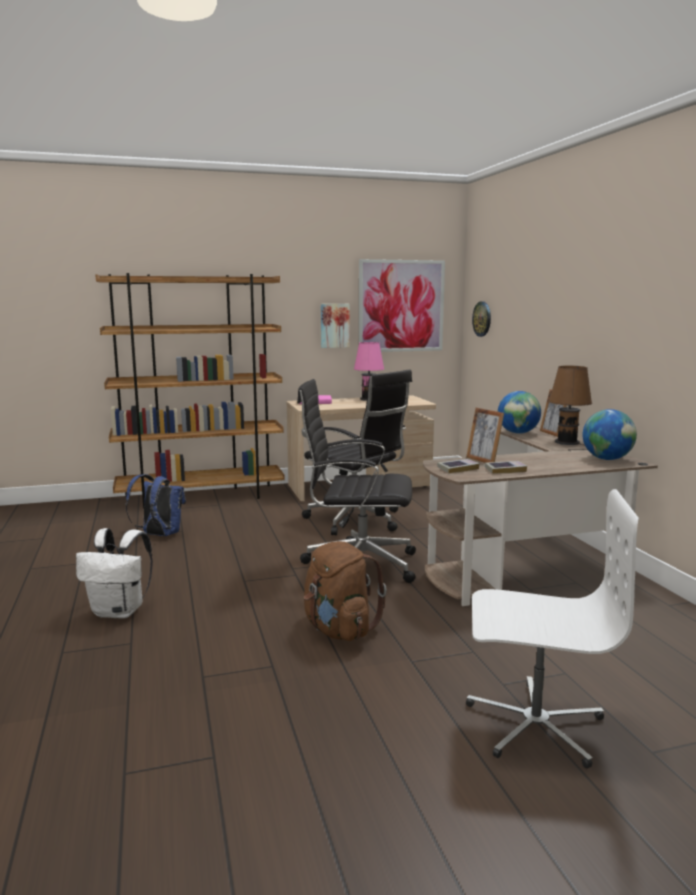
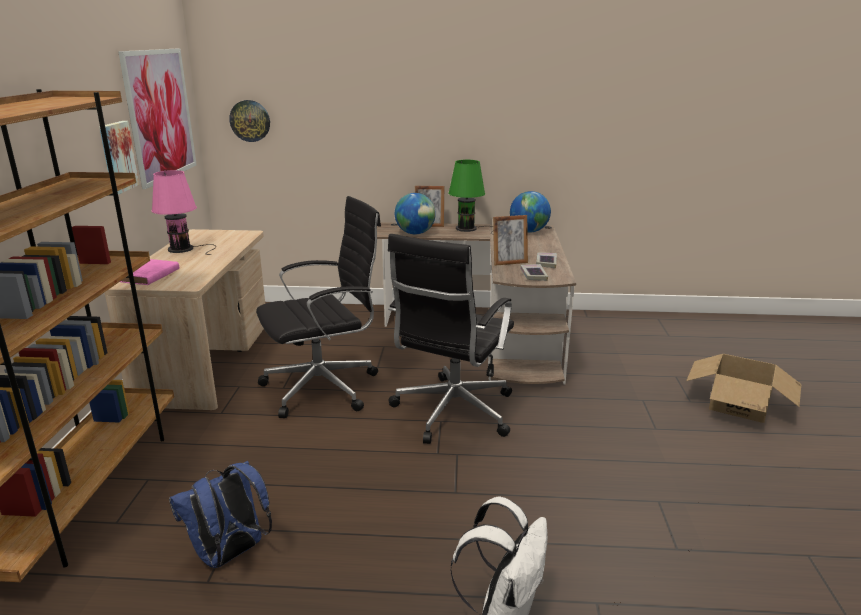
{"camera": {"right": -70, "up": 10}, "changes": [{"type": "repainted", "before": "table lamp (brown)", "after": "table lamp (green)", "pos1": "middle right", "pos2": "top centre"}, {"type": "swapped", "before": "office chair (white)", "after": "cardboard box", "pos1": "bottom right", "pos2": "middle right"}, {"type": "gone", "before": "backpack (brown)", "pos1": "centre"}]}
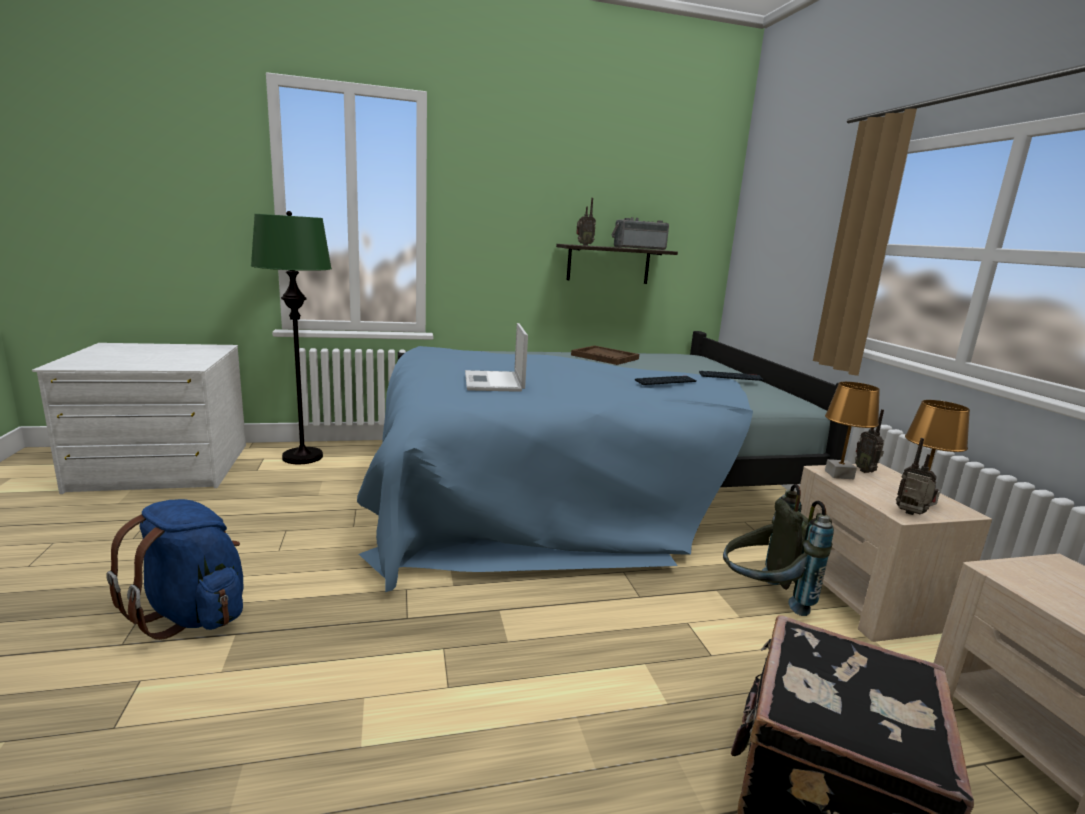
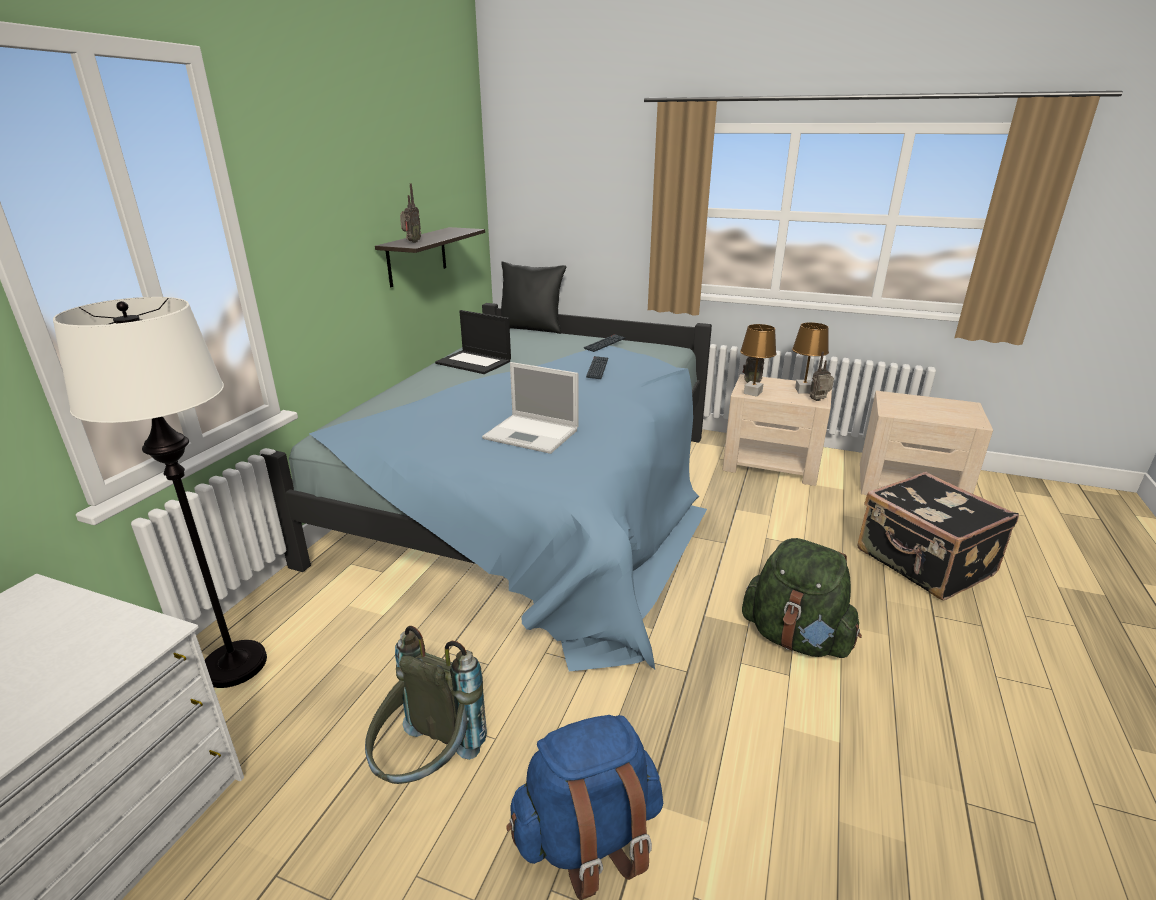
{"camera": {"right": -55, "up": 10}, "changes": [{"type": "repainted", "before": "floor lamp (green)", "after": "floor lamp (white)", "pos1": "middle left", "pos2": "middle left"}, {"type": "gone", "before": "radio (no. 2 from left)", "pos1": "top centre"}, {"type": "swapped", "before": "tray (brown)", "after": "laptop (no. 1 from left)", "pos1": "centre", "pos2": "centre"}, {"type": "shifted", "before": "backpack (grey)", "pos1": "bottom right", "pos2": "bottom centre"}, {"type": "new", "after": "pillow (black)", "pos2": "top centre"}, {"type": "new", "after": "backpack (green)", "pos2": "middle right"}]}
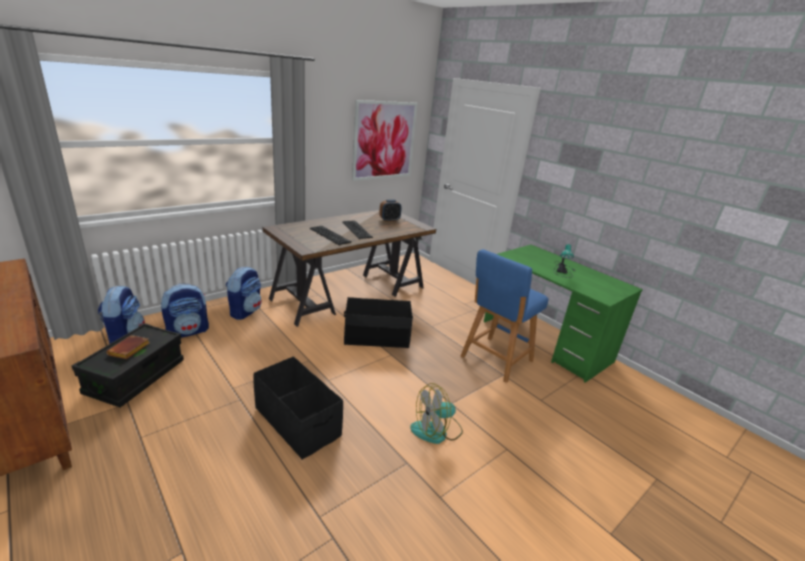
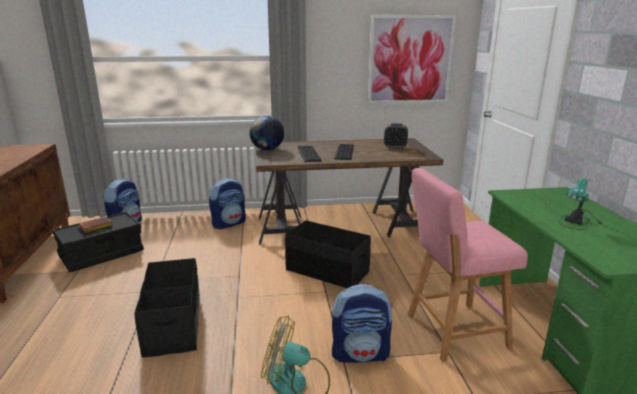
{"camera": {"right": 35, "up": -5}, "changes": [{"type": "repainted", "before": "stool (blue)", "after": "stool (pink)", "pos1": "centre", "pos2": "bottom right"}, {"type": "shifted", "before": "backpack (no. 2 from left in the first image)", "after": "backpack (no. 3 from left)", "pos1": "middle left", "pos2": "bottom centre"}, {"type": "new", "after": "globe", "pos2": "centre"}]}
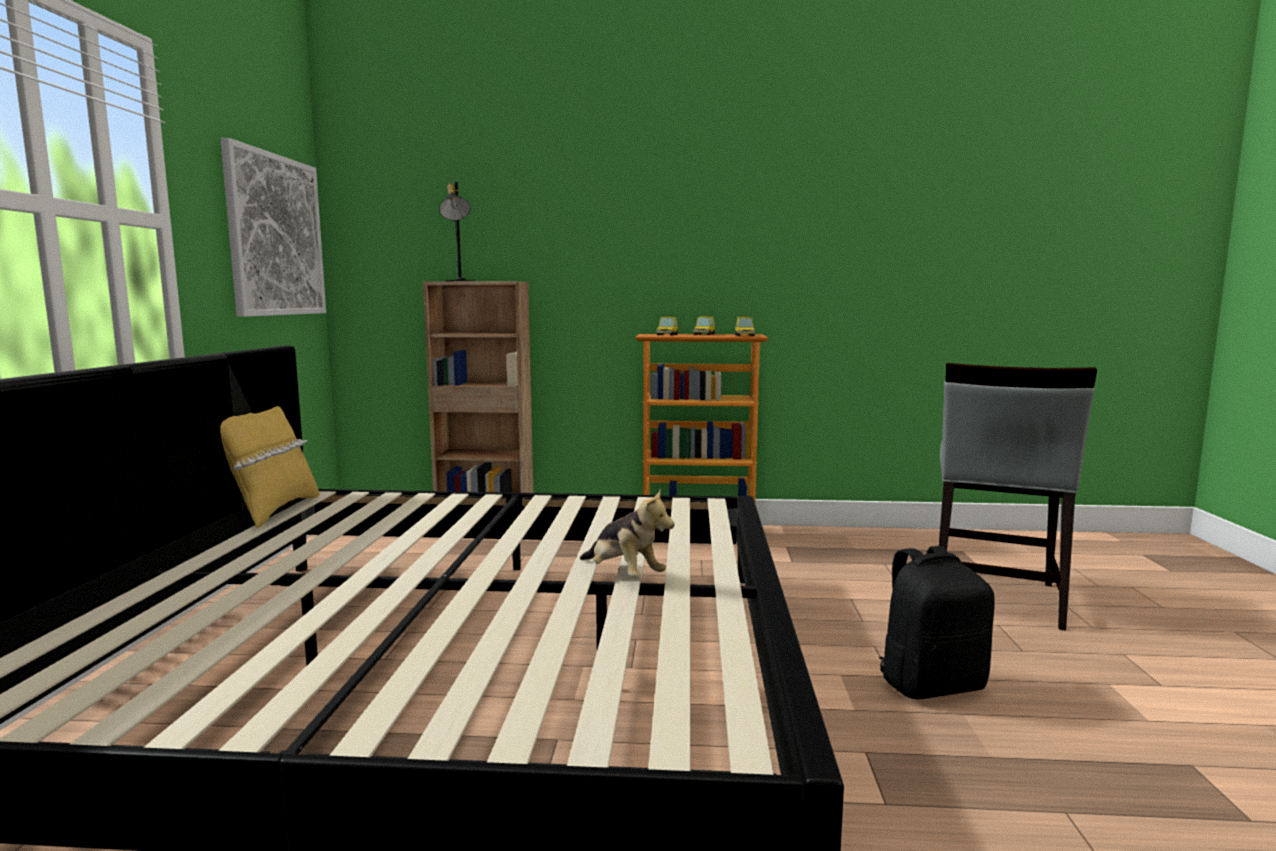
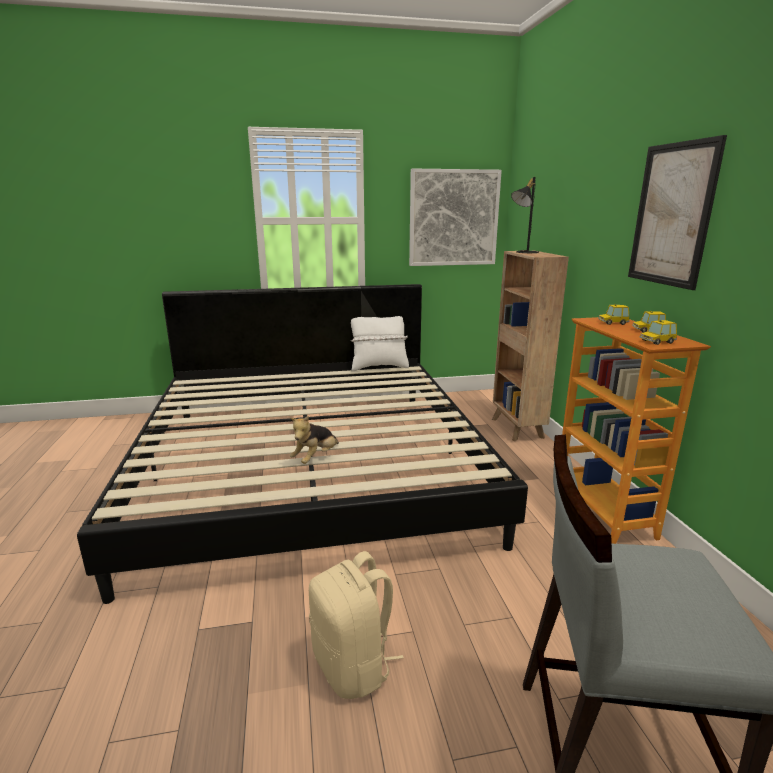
{"camera": {"right": 75, "up": 10}, "changes": [{"type": "repainted", "before": "pillow (yellow)", "after": "pillow (white)", "pos1": "middle left", "pos2": "centre"}, {"type": "repainted", "before": "backpack (black)", "after": "backpack (beige)", "pos1": "bottom right", "pos2": "bottom centre"}, {"type": "new", "after": "picture (no. 2 from left)", "pos2": "top right"}]}
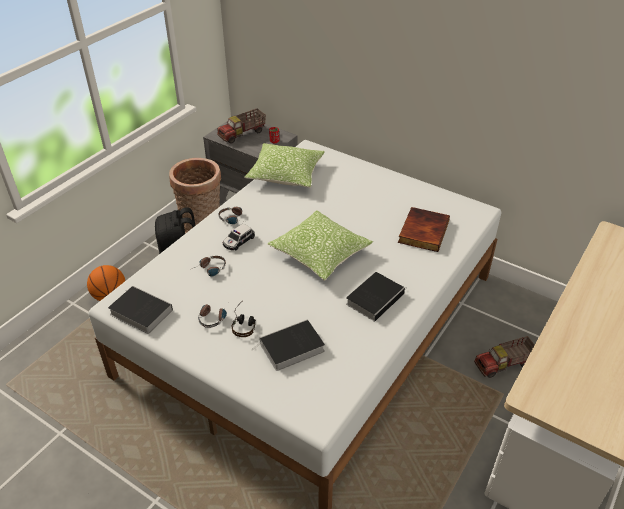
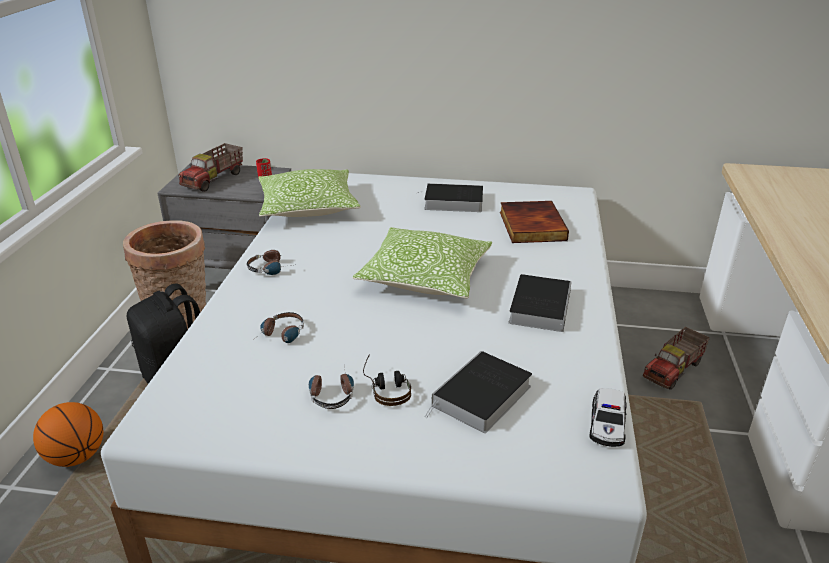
{"camera": {"right": -25, "up": -10}, "changes": [{"type": "shifted", "before": "toy car", "pos1": "centre", "pos2": "bottom right"}, {"type": "shifted", "before": "book (no. 1 from left)", "pos1": "middle left", "pos2": "centre"}]}
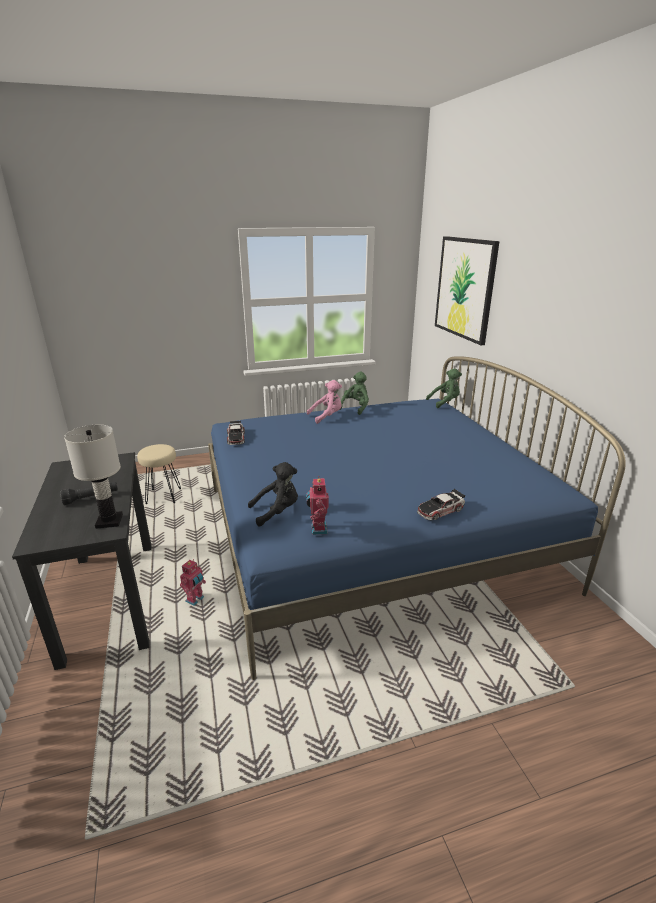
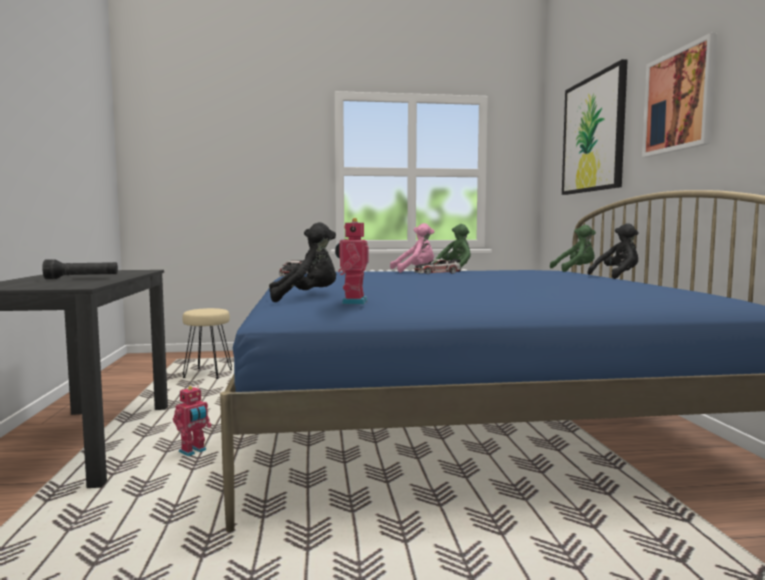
{"camera": {"right": 10, "up": -20}, "changes": [{"type": "gone", "before": "table lamp (white)", "pos1": "middle left"}, {"type": "shifted", "before": "toy car (no. 2 from left)", "pos1": "middle right", "pos2": "centre"}, {"type": "new", "after": "picture (no. 2 from left)", "pos2": "top right"}, {"type": "new", "after": "plush toy (black) (no. 2 from left)", "pos2": "middle right"}]}
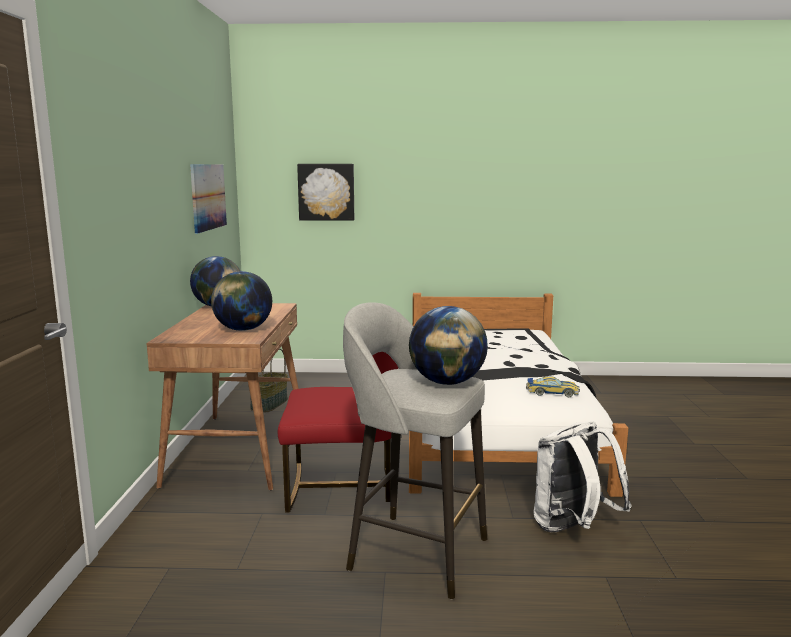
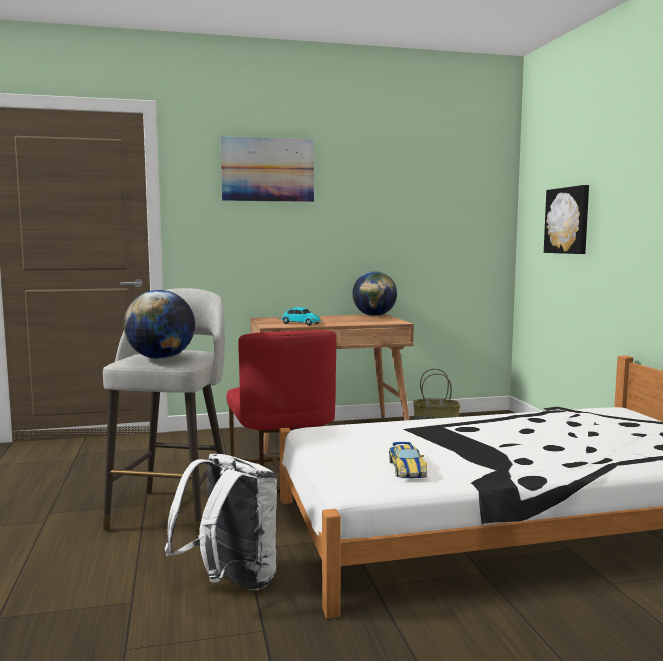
{"camera": {"right": 75, "up": -5}, "changes": [{"type": "shifted", "before": "picture (no. 1 from left)", "pos1": "top left", "pos2": "top centre"}, {"type": "swapped", "before": "globe (no. 2 from left)", "after": "toy car (no. 1 from left)", "pos1": "middle left", "pos2": "centre"}]}
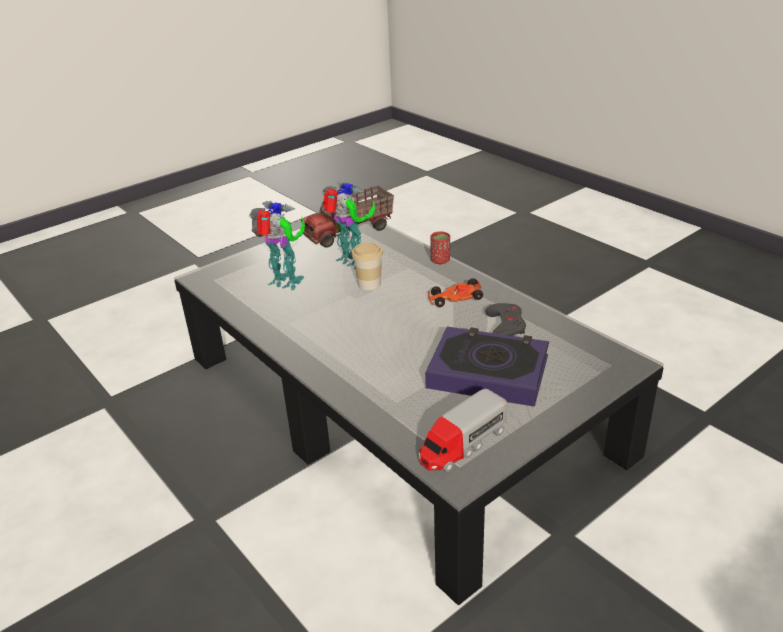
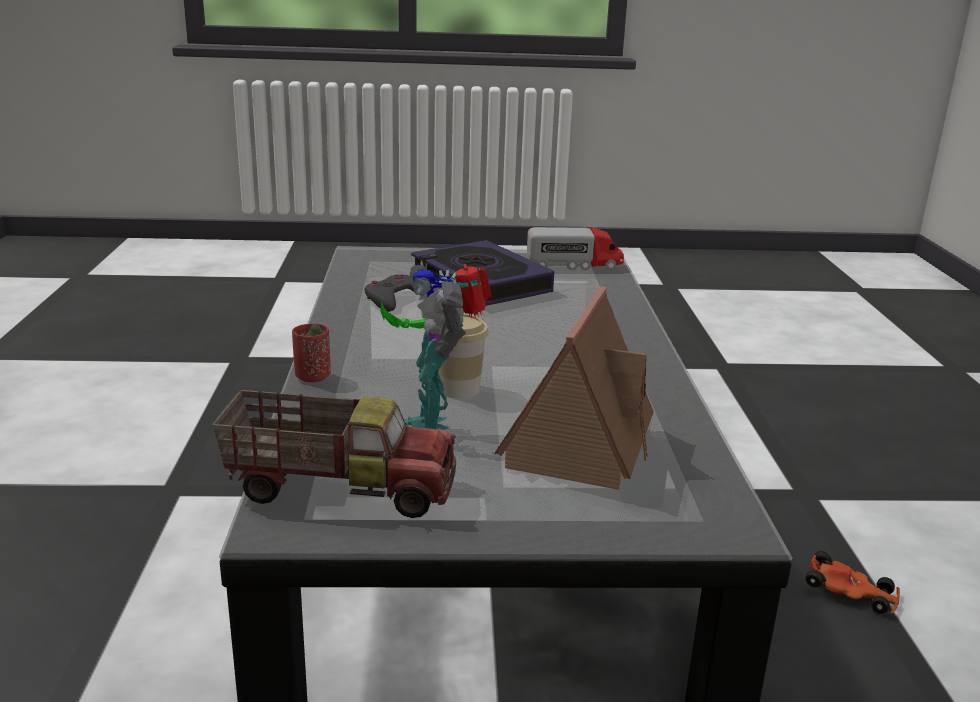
{"camera": {"right": -145, "up": -10}, "changes": [{"type": "swapped", "before": "toy robot (no. 1 from left)", "after": "toy house", "pos1": "centre", "pos2": "centre"}, {"type": "shifted", "before": "toy car", "pos1": "centre", "pos2": "bottom right"}]}
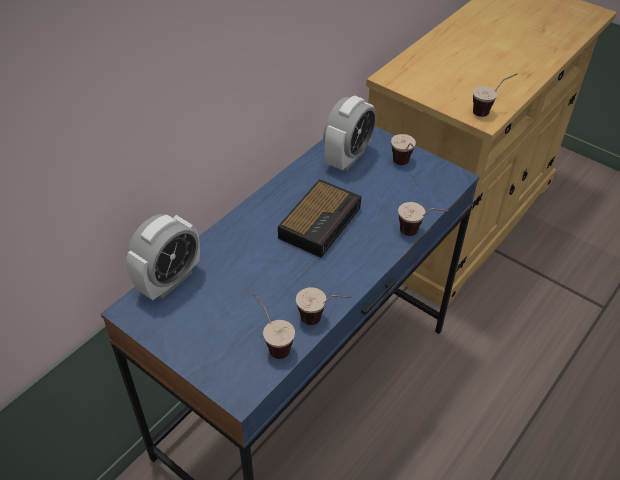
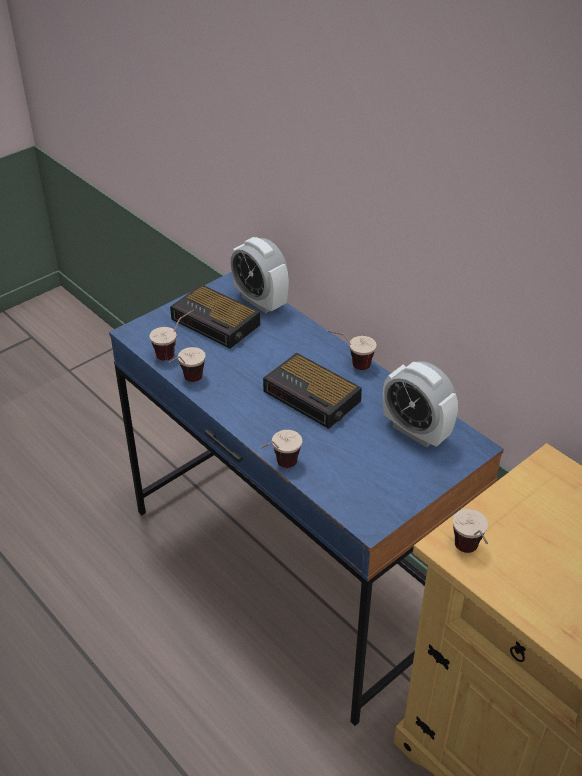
{"camera": {"right": 100, "up": -5}, "changes": [{"type": "shifted", "before": "cup (no. 3 from left in the first image)", "after": "cup (no. 4 from left)", "pos1": "top centre", "pos2": "centre"}, {"type": "new", "after": "alarm clock (no. 1 from left)", "pos2": "centre"}]}
